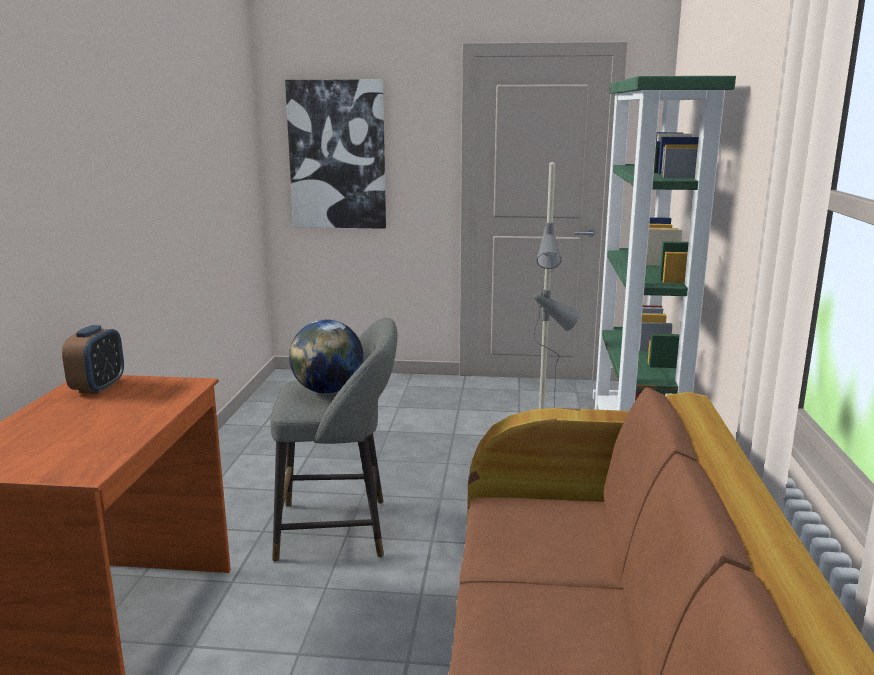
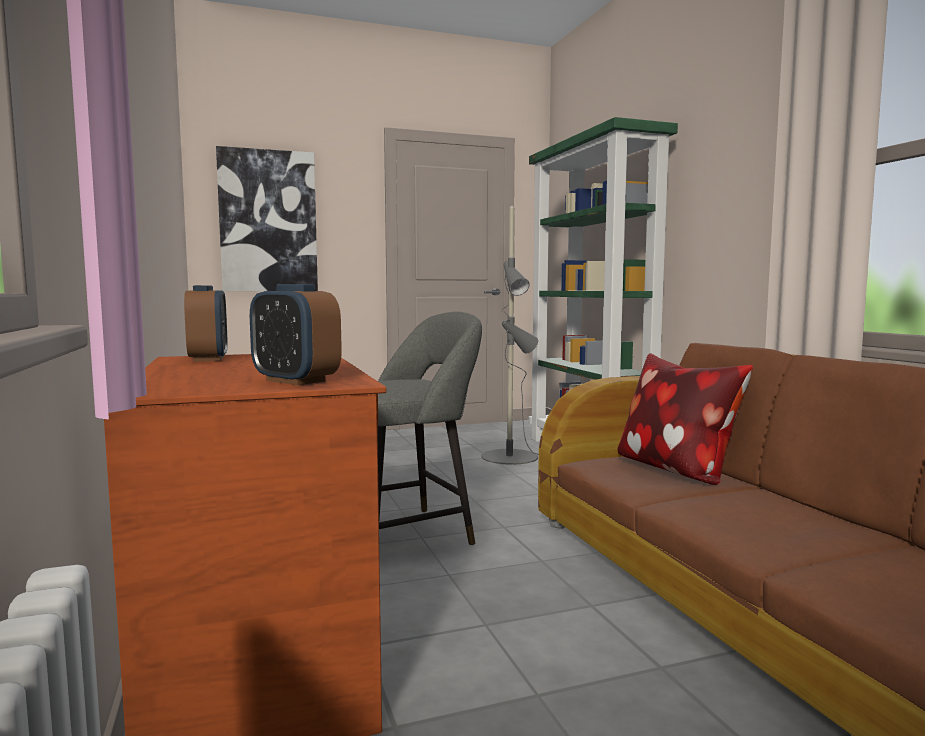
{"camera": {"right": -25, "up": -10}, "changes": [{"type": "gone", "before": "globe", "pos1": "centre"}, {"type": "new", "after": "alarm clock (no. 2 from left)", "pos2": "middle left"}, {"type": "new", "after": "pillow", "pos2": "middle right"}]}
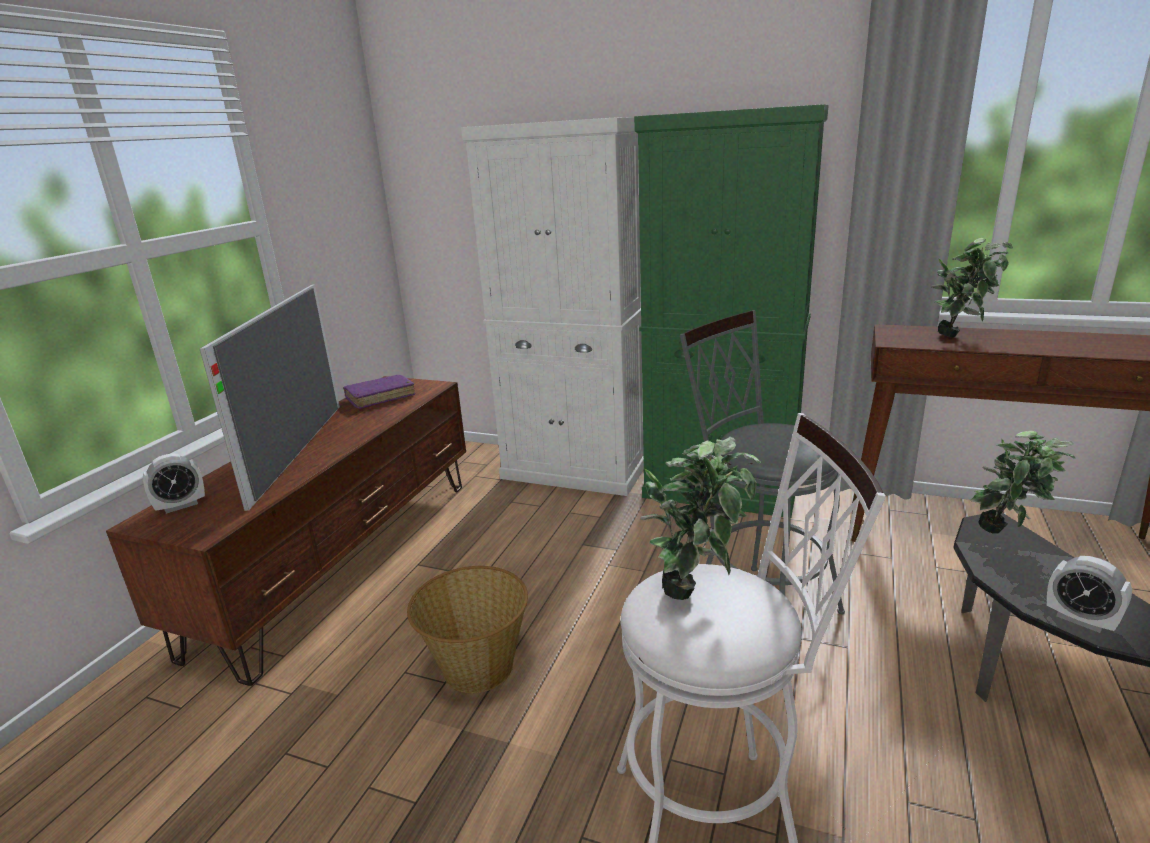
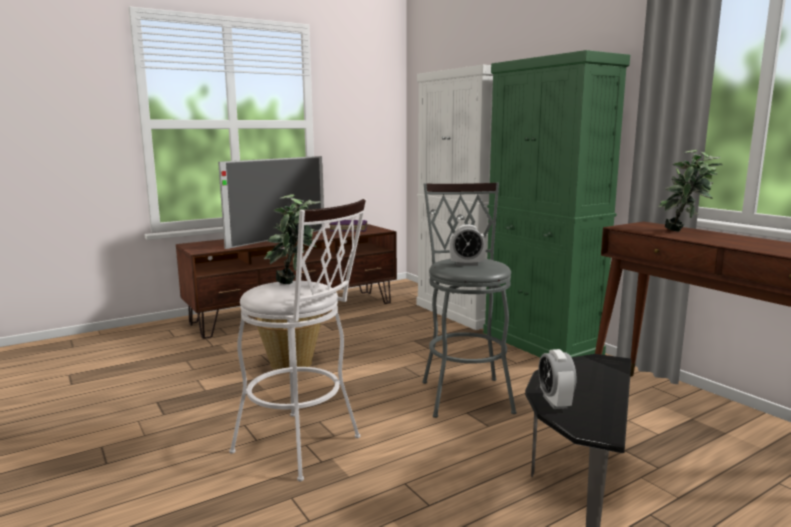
{"camera": {"right": 35, "up": -10}, "changes": [{"type": "gone", "before": "potted plant (no. 3 from left)", "pos1": "middle right"}, {"type": "shifted", "before": "alarm clock (no. 1 from left)", "pos1": "middle left", "pos2": "centre"}]}
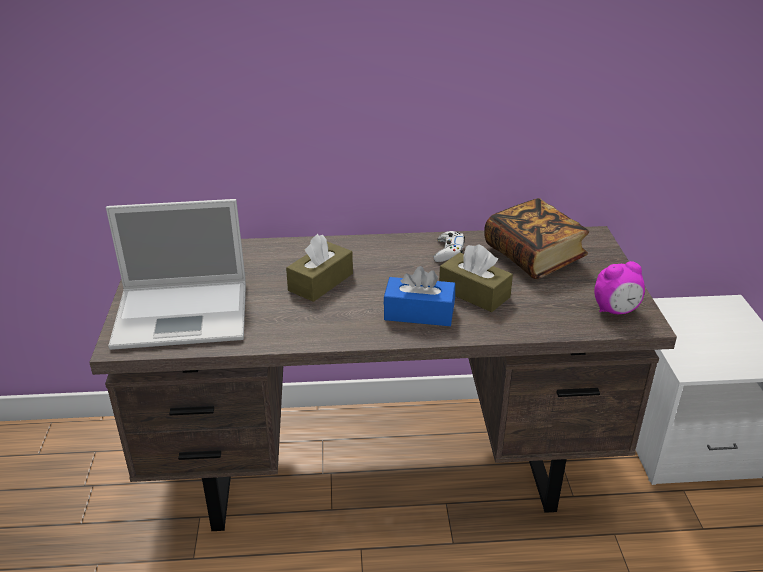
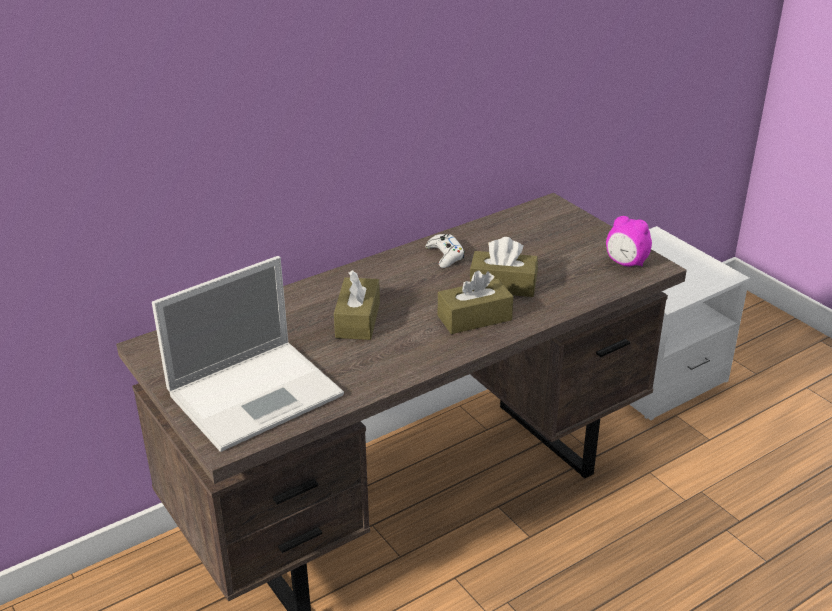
{"camera": {"right": -30, "up": 0}, "changes": [{"type": "gone", "before": "book", "pos1": "middle right"}, {"type": "rotated", "before": "alarm clock", "pos1": "middle right", "pos2": "middle right", "turn": 75}, {"type": "repainted", "before": "tissue box (blue)", "after": "tissue box (brown) (no. 2 from left)", "pos1": "centre", "pos2": "centre"}]}
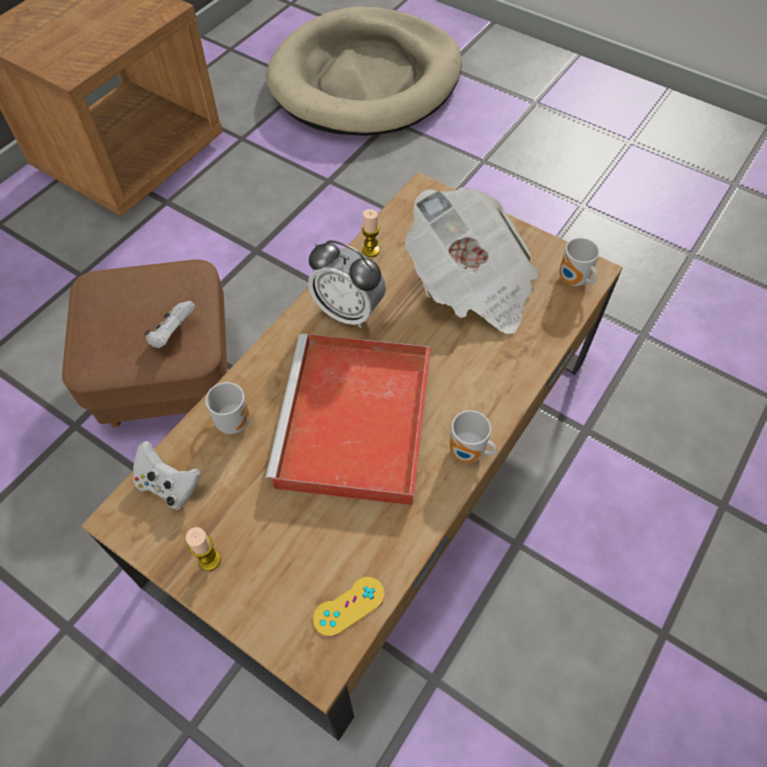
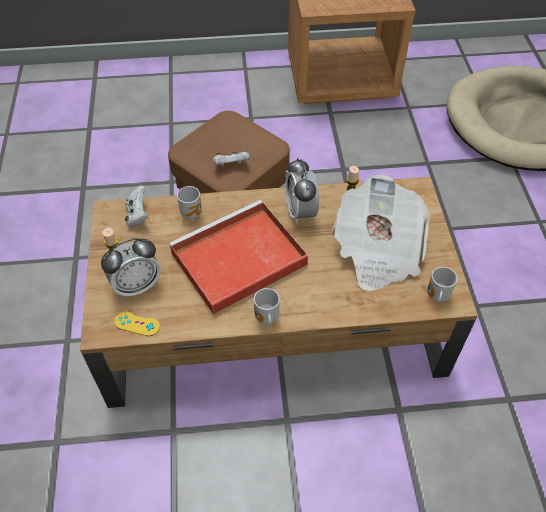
{"camera": {"right": 50, "up": -5}, "changes": [{"type": "new", "after": "alarm clock (no. 1 from left)", "pos2": "middle left"}]}
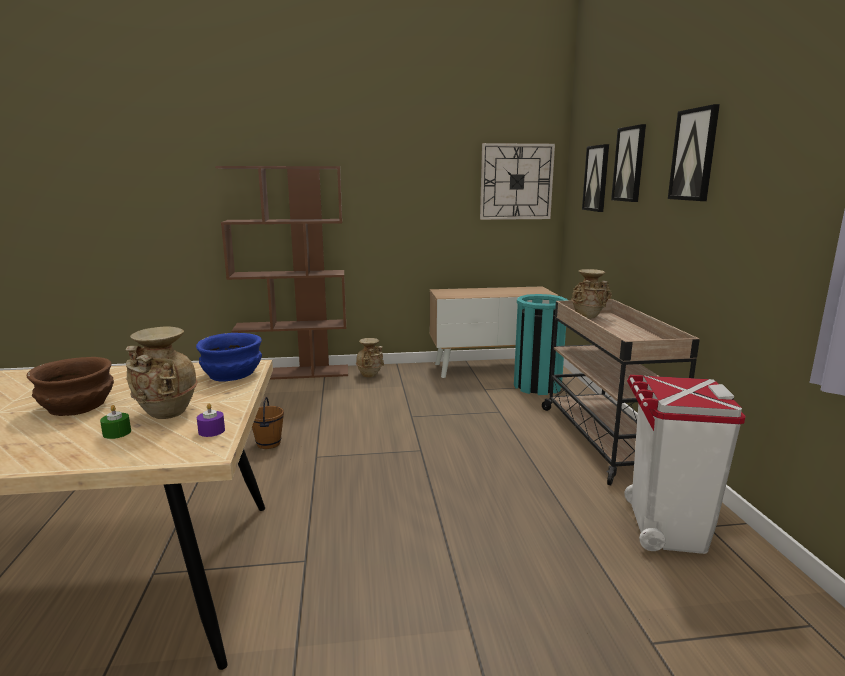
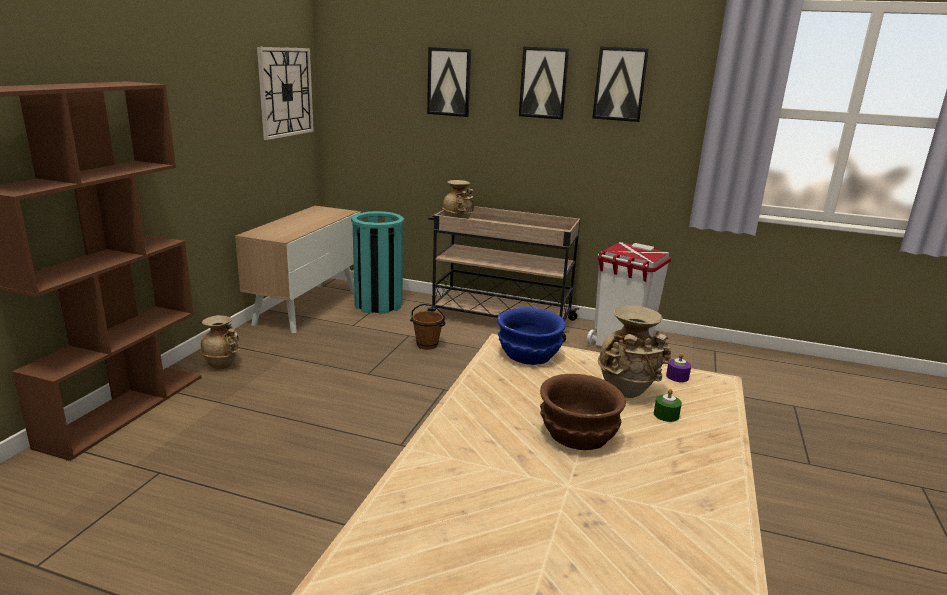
{"camera": {"right": -65, "up": 5}, "changes": [{"type": "shifted", "before": "picture (no. 1 from left in the first image)", "after": "picture (no. 3 from left)", "pos1": "top right", "pos2": "top centre"}, {"type": "shifted", "before": "bucket (brown)", "pos1": "middle left", "pos2": "centre"}]}
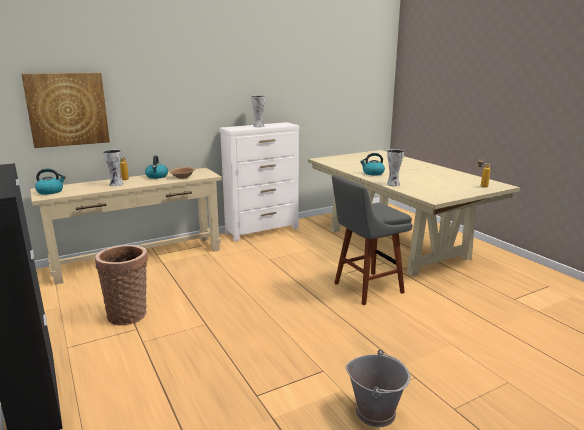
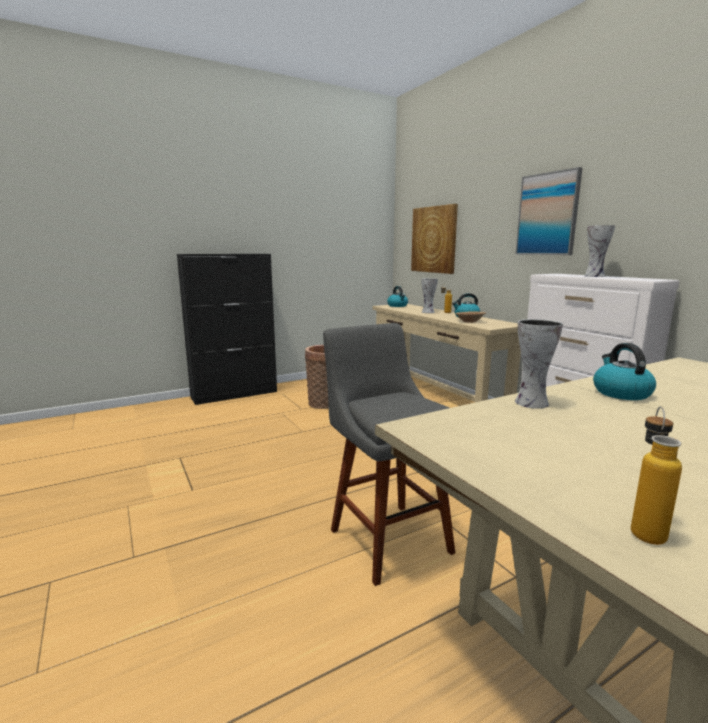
{"camera": {"right": 90, "up": -5}, "changes": [{"type": "gone", "before": "bucket (grey)", "pos1": "bottom centre"}, {"type": "new", "after": "picture (no. 2 from left)", "pos2": "top right"}]}
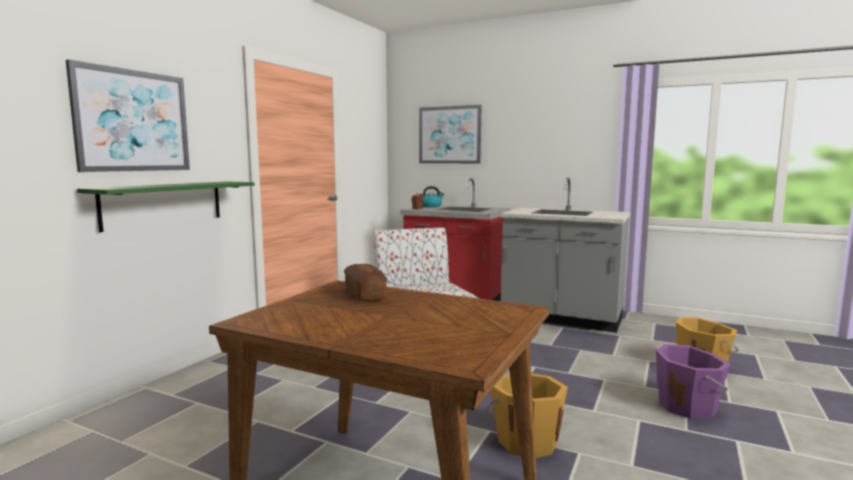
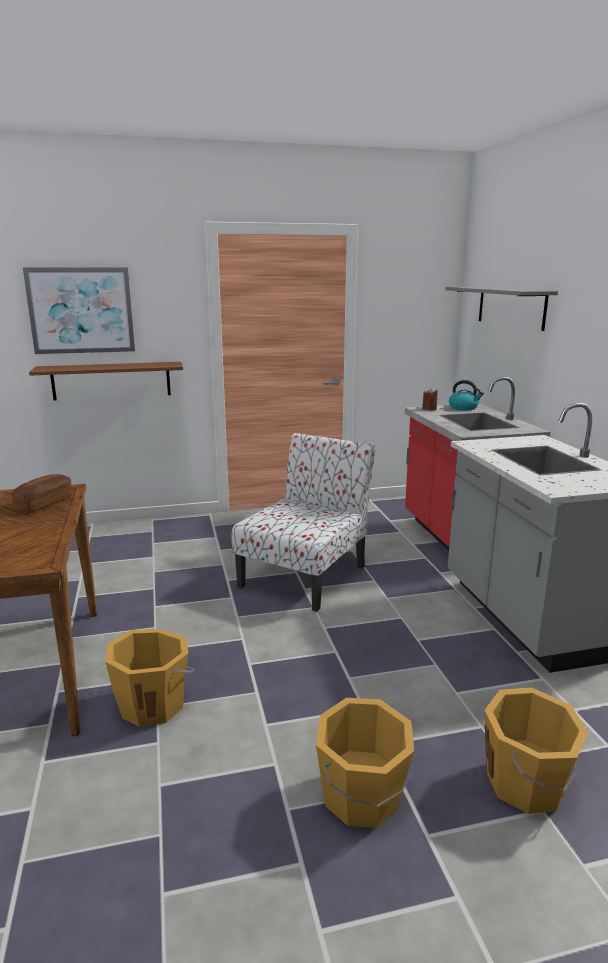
{"camera": {"right": 50, "up": 10}, "changes": [{"type": "swapped", "before": "picture (no. 2 from left)", "after": "shelf (grey)", "pos1": "top centre", "pos2": "top right"}, {"type": "repainted", "before": "shelf (green)", "after": "shelf (brown)", "pos1": "middle left", "pos2": "middle left"}, {"type": "repainted", "before": "bucket (purple)", "after": "bucket (orange) (no. 2 from left)", "pos1": "bottom right", "pos2": "bottom centre"}]}
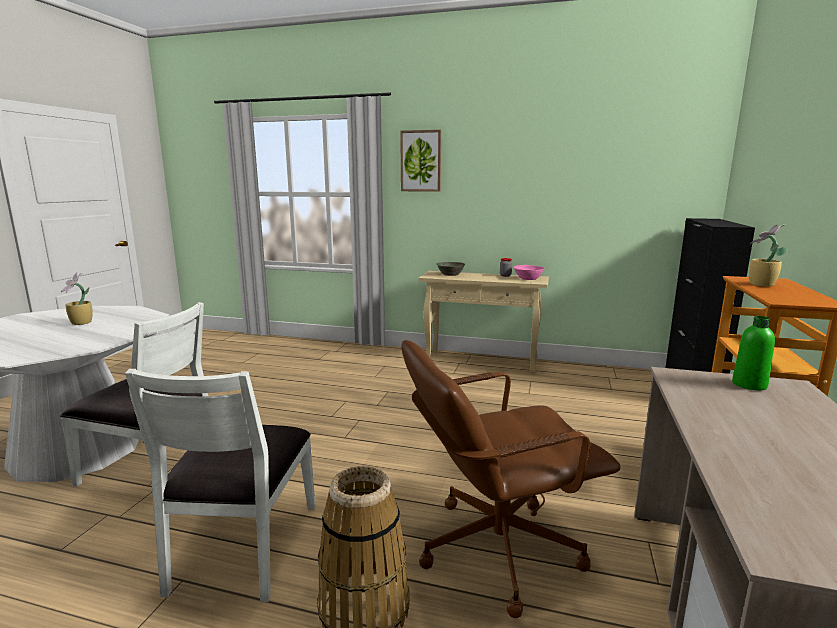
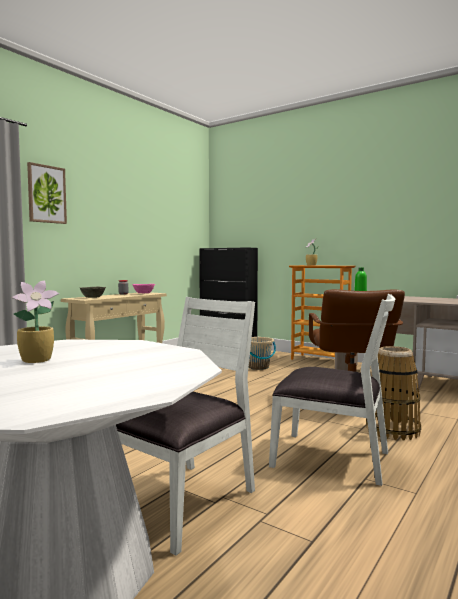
{"camera": {"right": -70, "up": -10}, "changes": [{"type": "new", "after": "bucket (beige)", "pos2": "centre"}]}
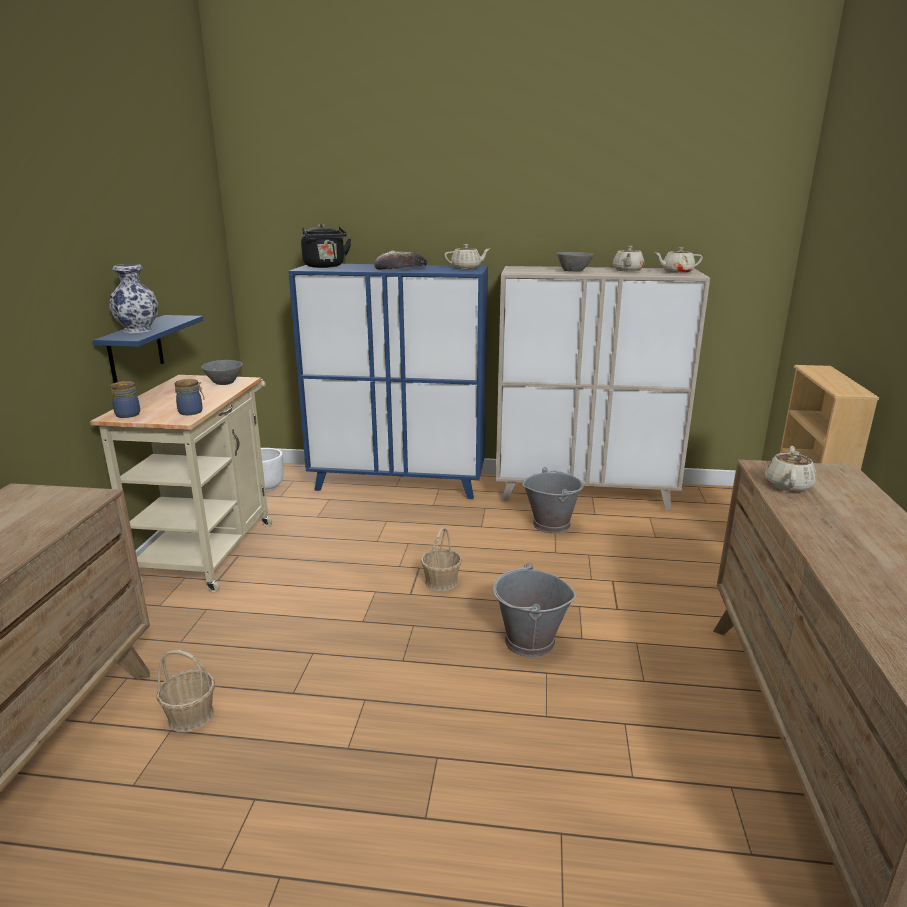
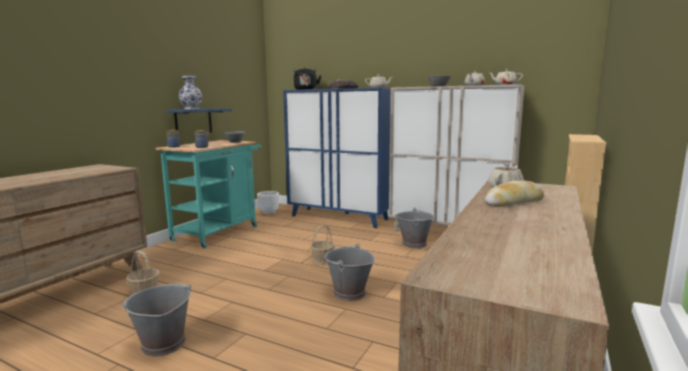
{"camera": {"right": 20, "up": -10}, "changes": [{"type": "repainted", "before": "cart (beige)", "after": "cart (turquoise)", "pos1": "middle left", "pos2": "middle left"}, {"type": "new", "after": "bread (no. 2 from left)", "pos2": "middle right"}, {"type": "new", "after": "bucket (grey) (no. 1 from left)", "pos2": "bottom left"}]}
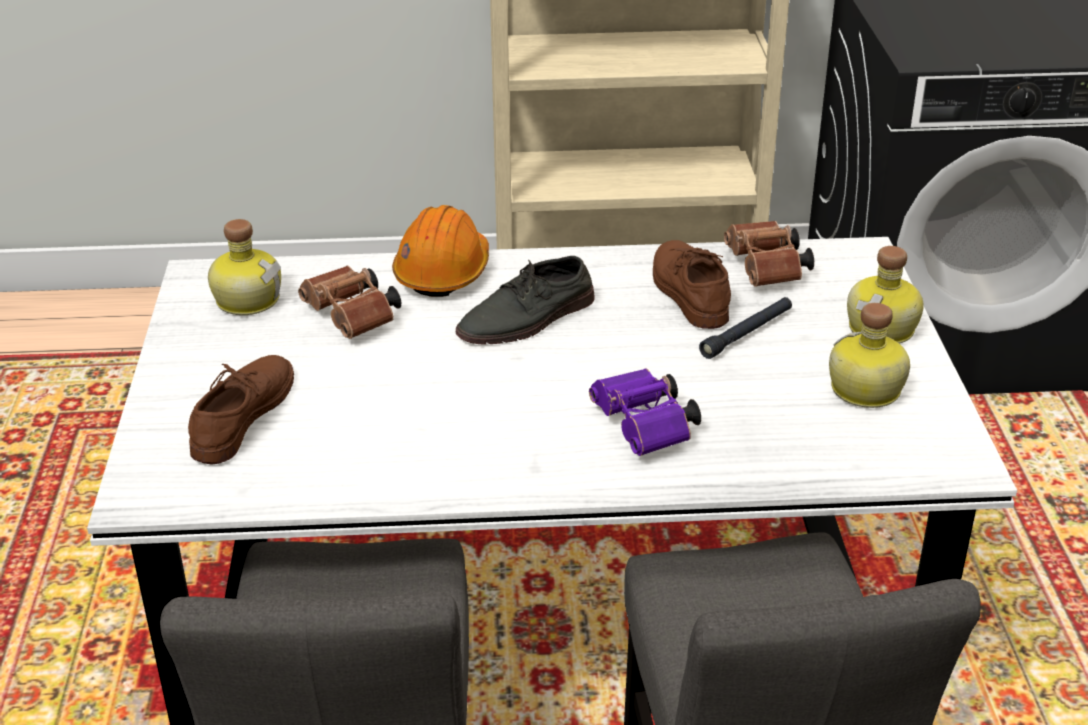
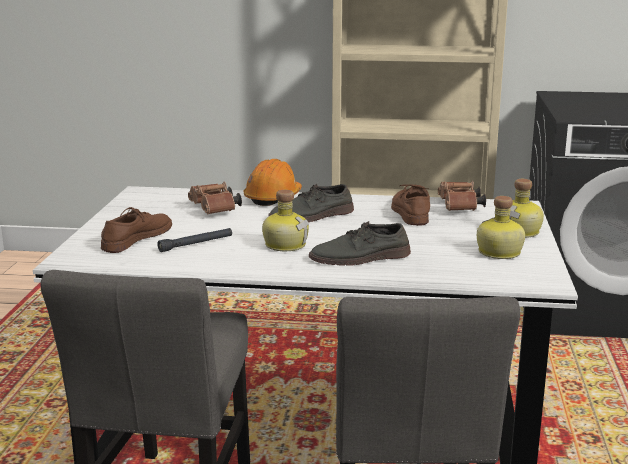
{"camera": {"right": 10, "up": -15}, "changes": [{"type": "shifted", "before": "bottle (no. 1 from left)", "pos1": "middle left", "pos2": "centre"}, {"type": "shifted", "before": "flashlight (black)", "pos1": "middle right", "pos2": "middle left"}, {"type": "swapped", "before": "binoculars (purple)", "after": "shoe (grey) (no. 2 from left)", "pos1": "centre", "pos2": "centre"}]}
